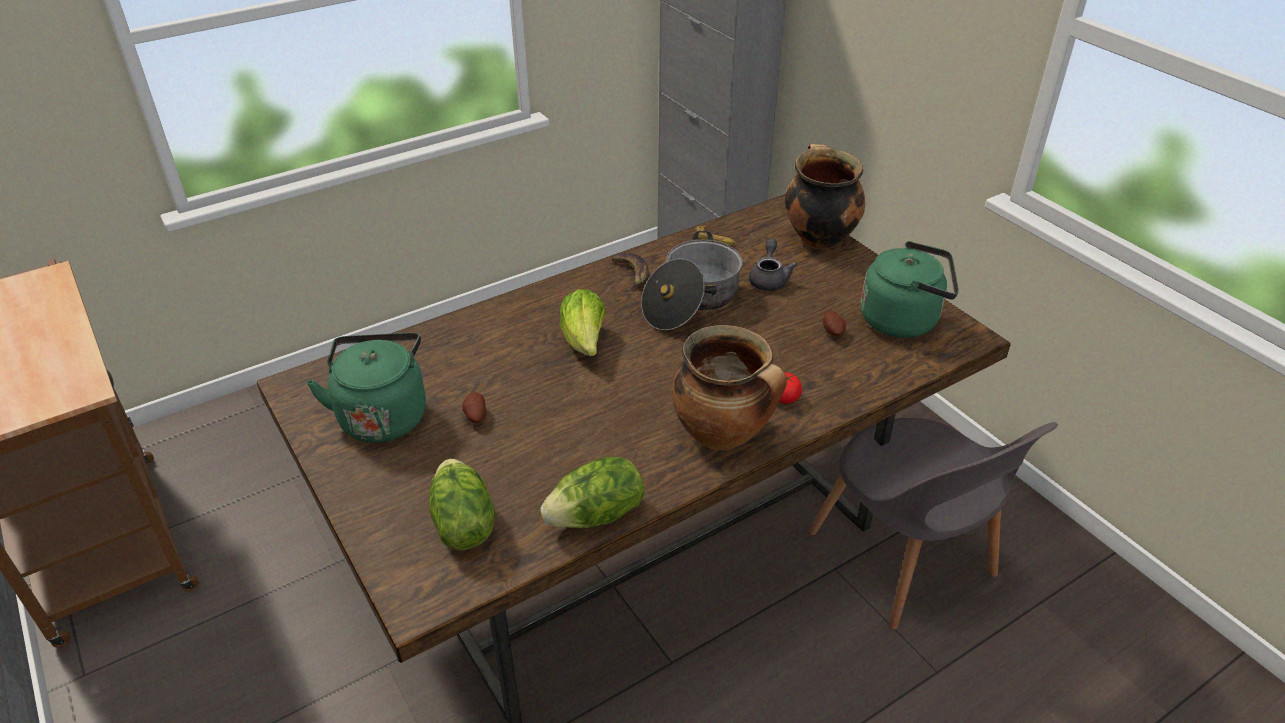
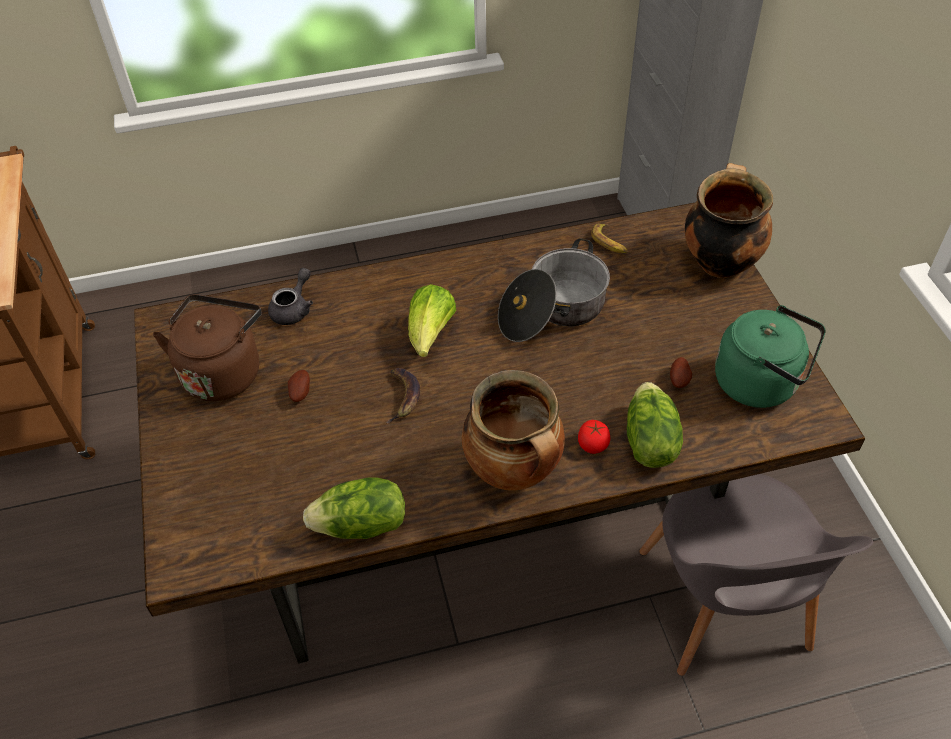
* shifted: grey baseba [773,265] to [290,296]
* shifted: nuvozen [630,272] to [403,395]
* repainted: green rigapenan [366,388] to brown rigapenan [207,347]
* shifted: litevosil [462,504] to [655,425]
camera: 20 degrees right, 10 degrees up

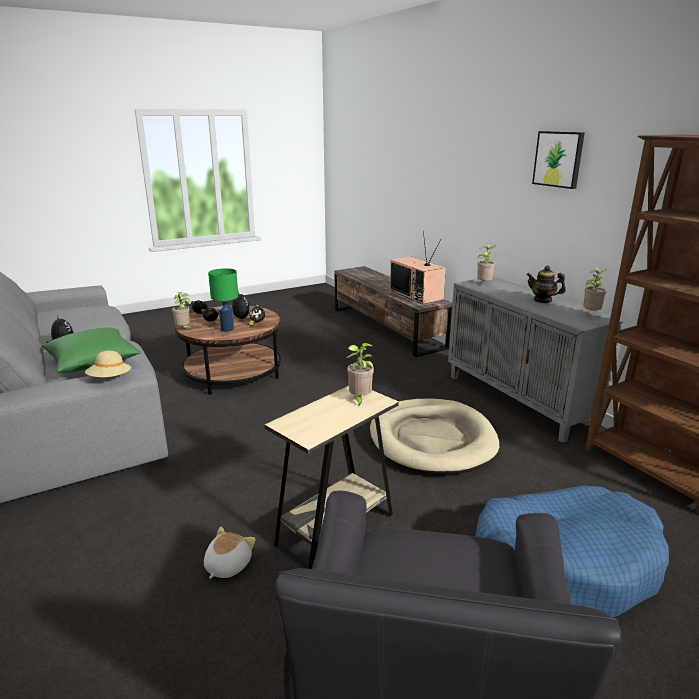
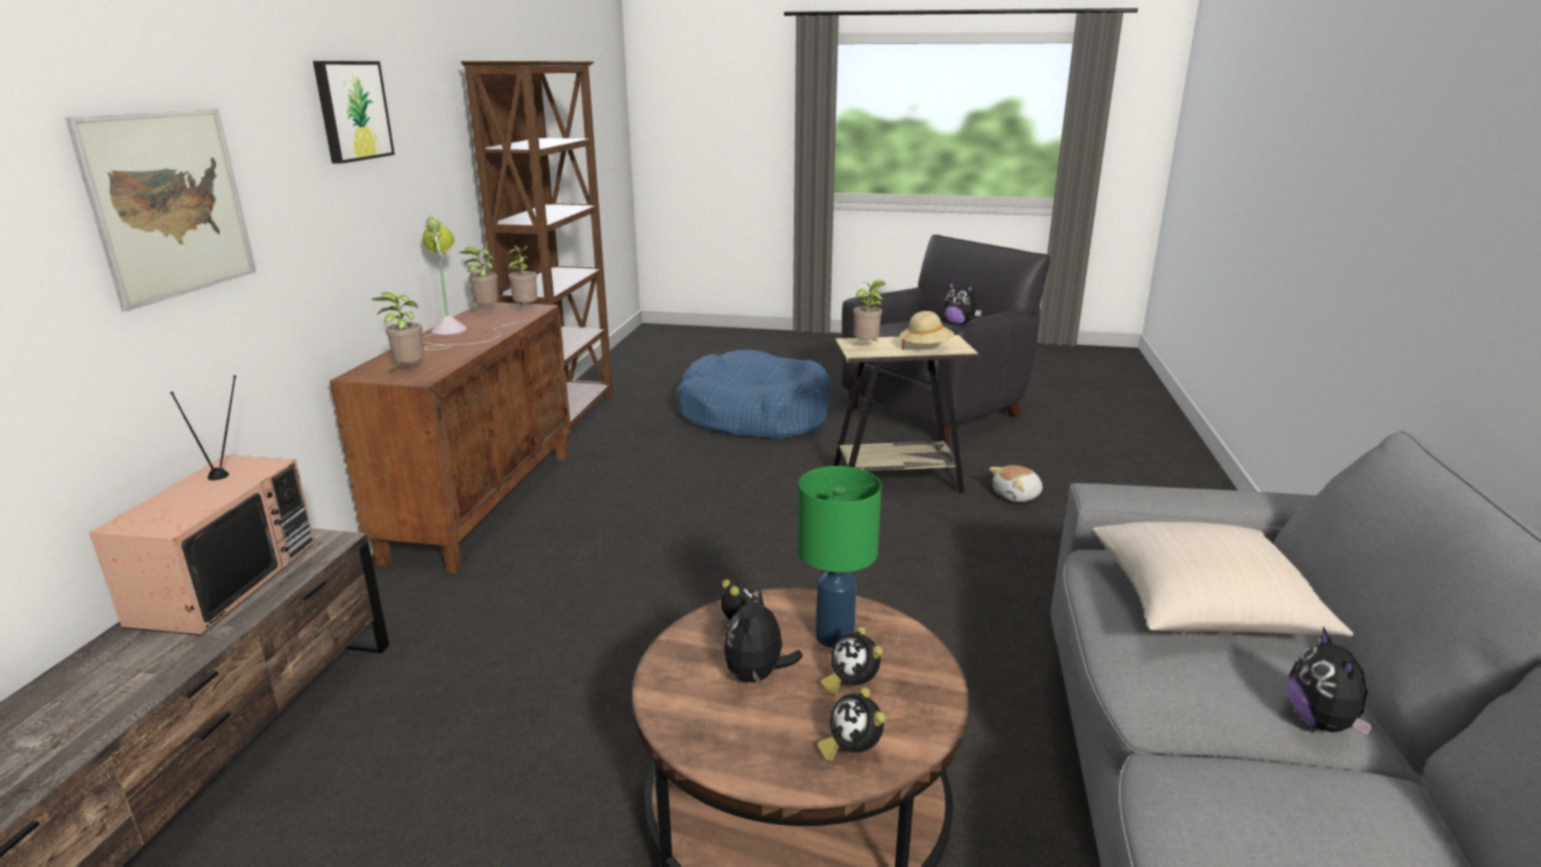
* swapped: baseba [546,284] to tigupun [471,282]
* repainted: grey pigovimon [537,360] to brown pigovimon [450,437]
* shifted: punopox [182,311] to [522,275]
* repainted: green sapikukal [91,350] to beige sapikukal [1223,579]
* shifted: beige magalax [108,364] to [927,330]
* gone: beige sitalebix [434,436]
* new: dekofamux [160,210]
* new: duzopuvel [962,303]
camera: 140 degrees left, 0 degrees up

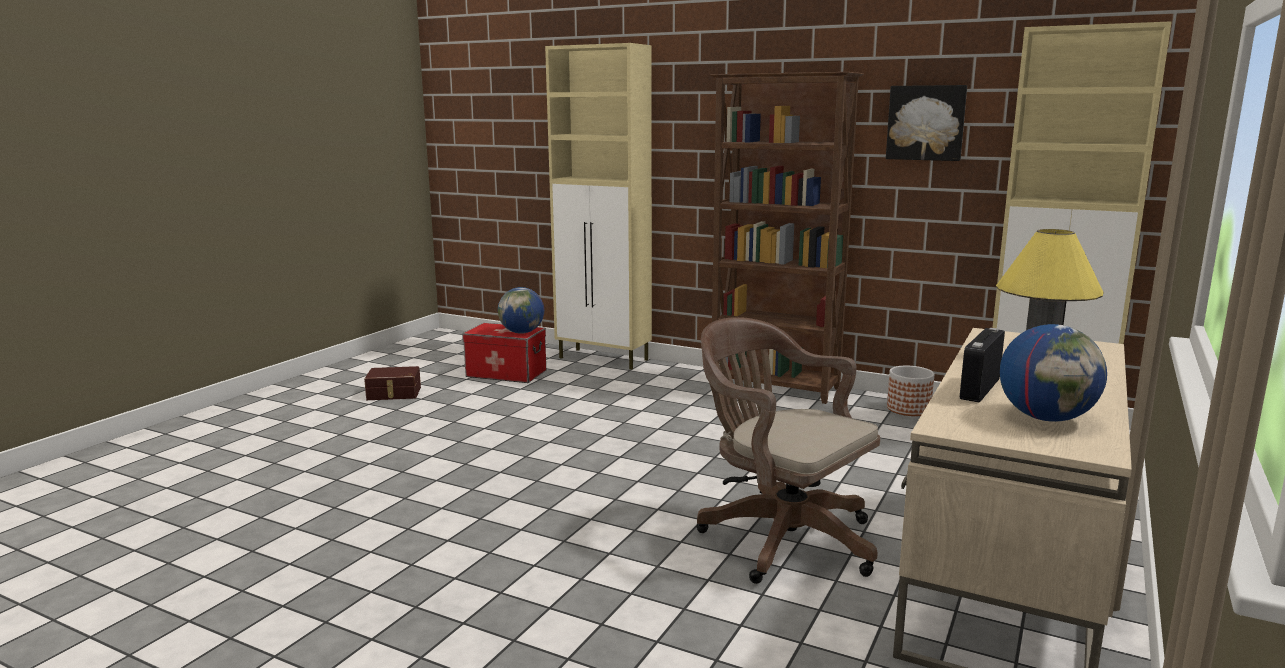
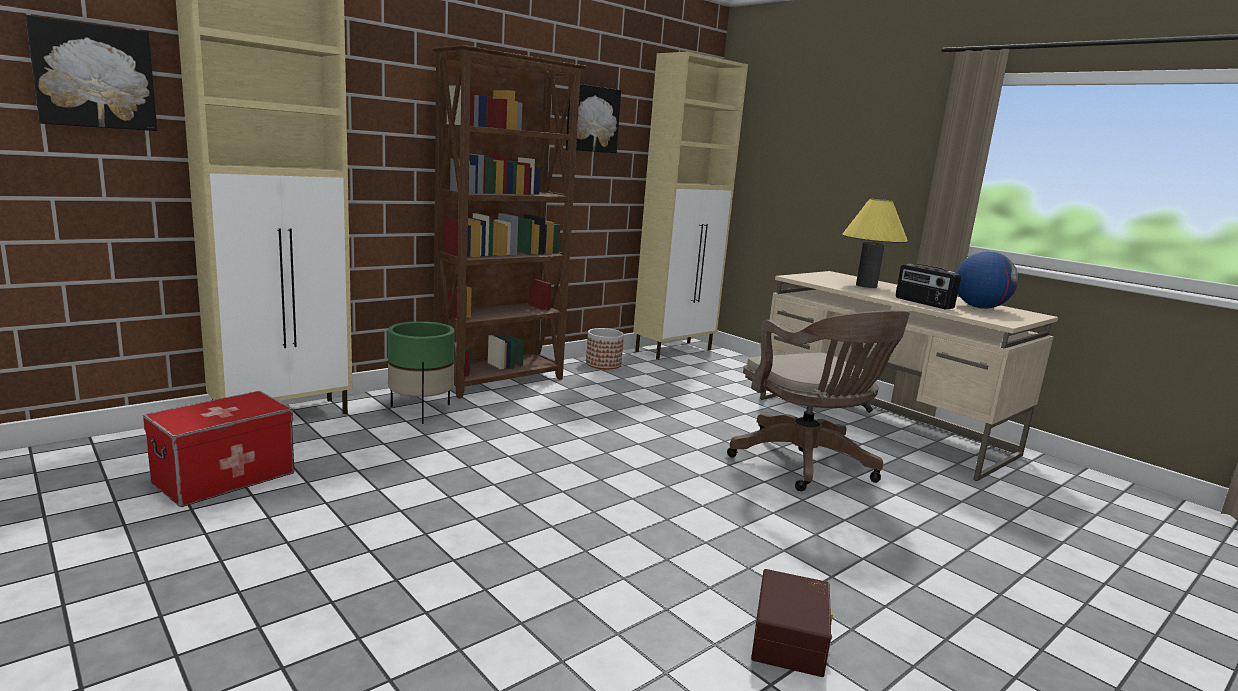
* gone: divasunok [521,310]
* rotated: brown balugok [788,450] = [818,400] 90 degrees counterclockwise
* shifted: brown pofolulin [392,383] to [792,623]
* new: dekofamux [91,73]
* new: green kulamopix [421,372]
camera: 70 degrees left, 0 degrees up

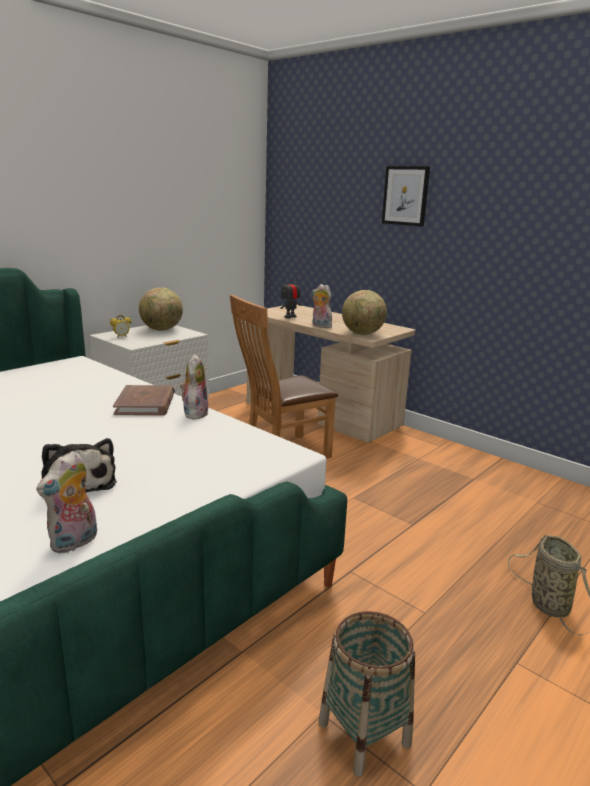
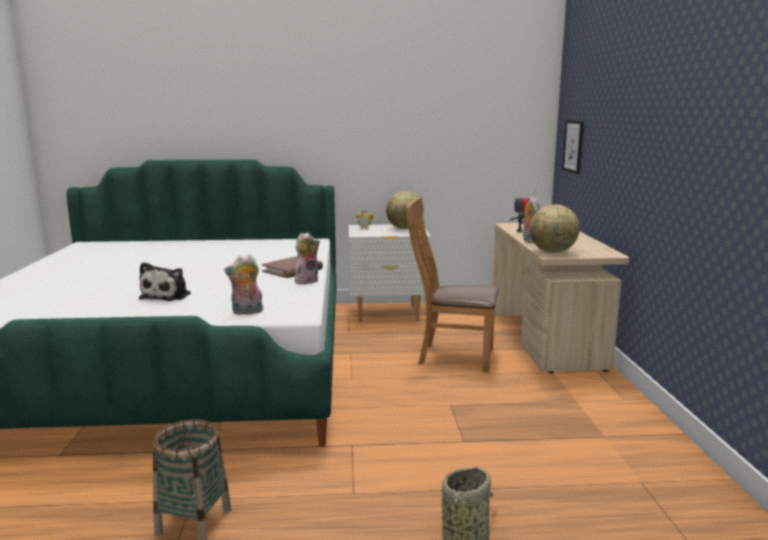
* shifted: dekofamux [406,196] to [573,147]
* shifted: duzopuvel [66,502] to [243,284]
camera: 45 degrees right, 5 degrees down

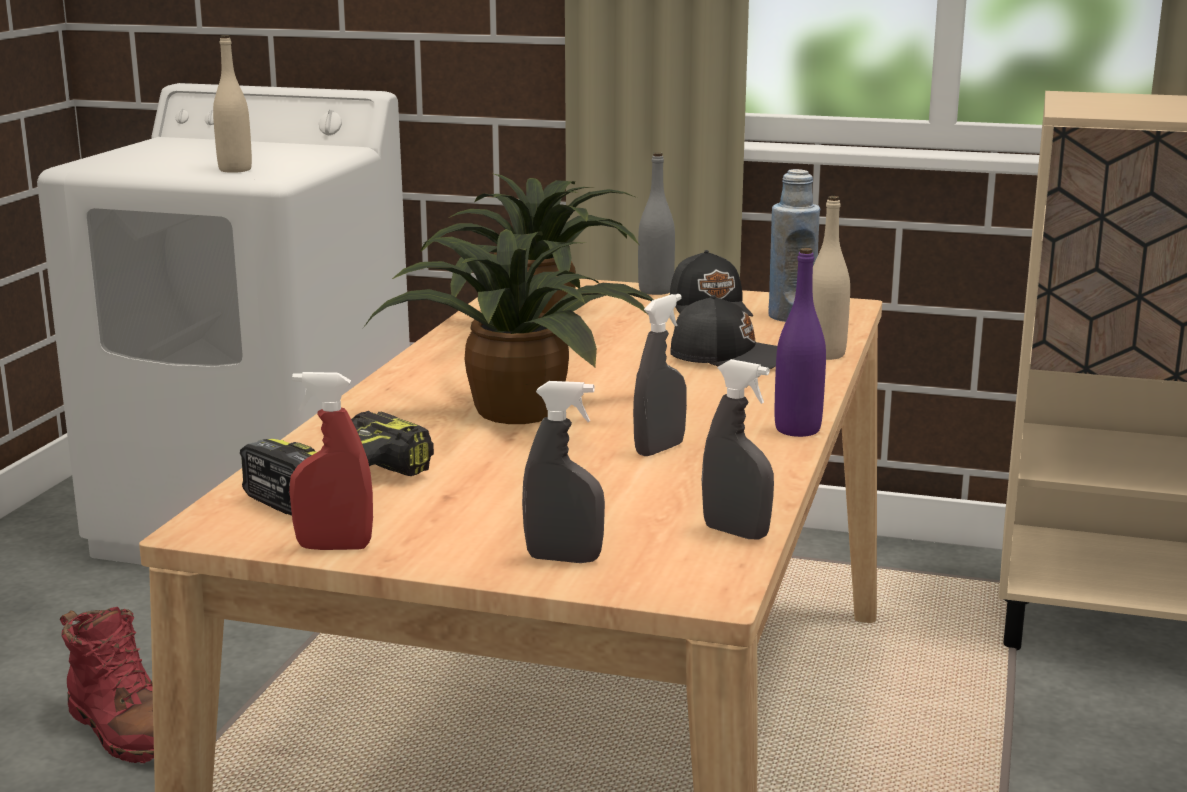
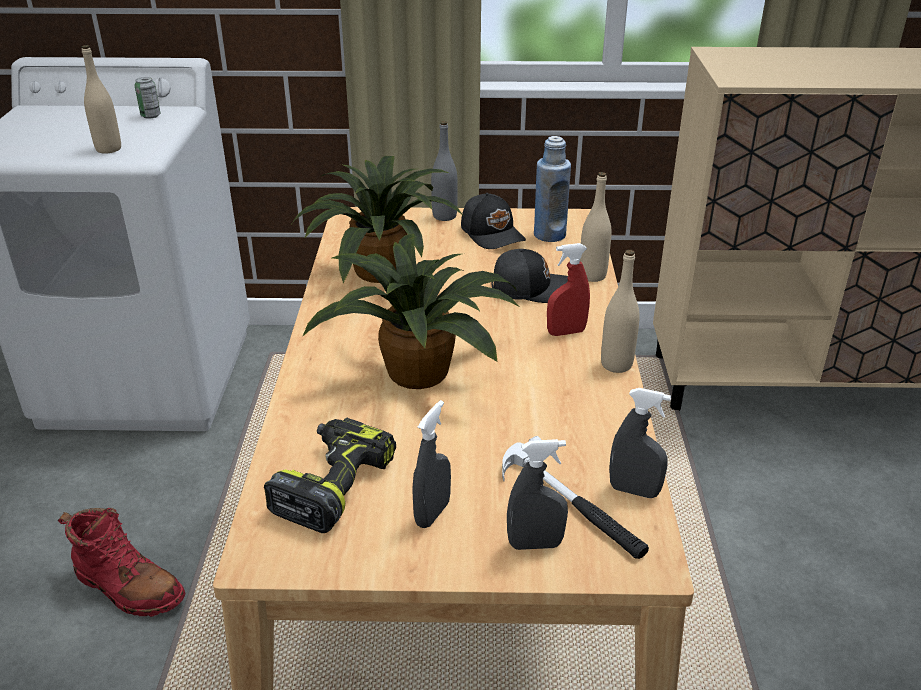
* repainted: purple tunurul [800,342] to beige tunurul [620,311]
* shifted: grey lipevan [660,375] to [431,464]
* shifted: red lipevan [331,461] to [568,289]
* new: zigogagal [147,98]
* new: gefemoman [575,497]
camera: 15 degrees left, 15 degrees up

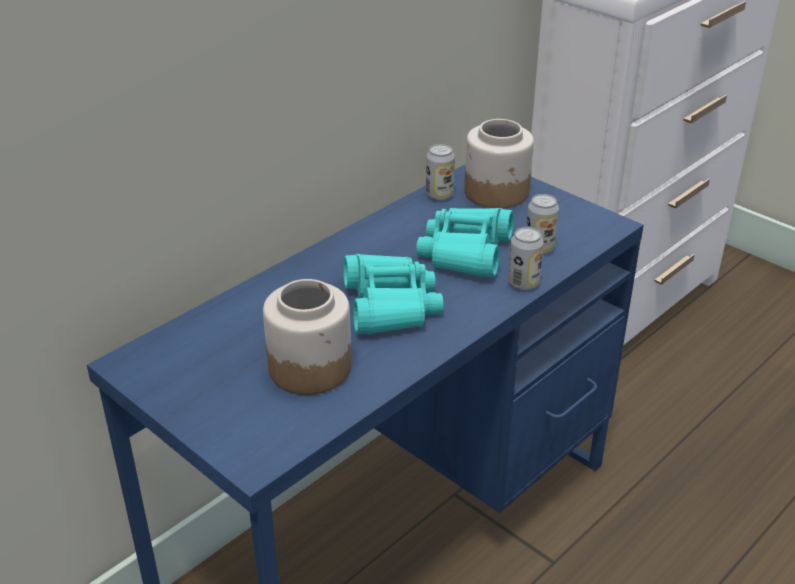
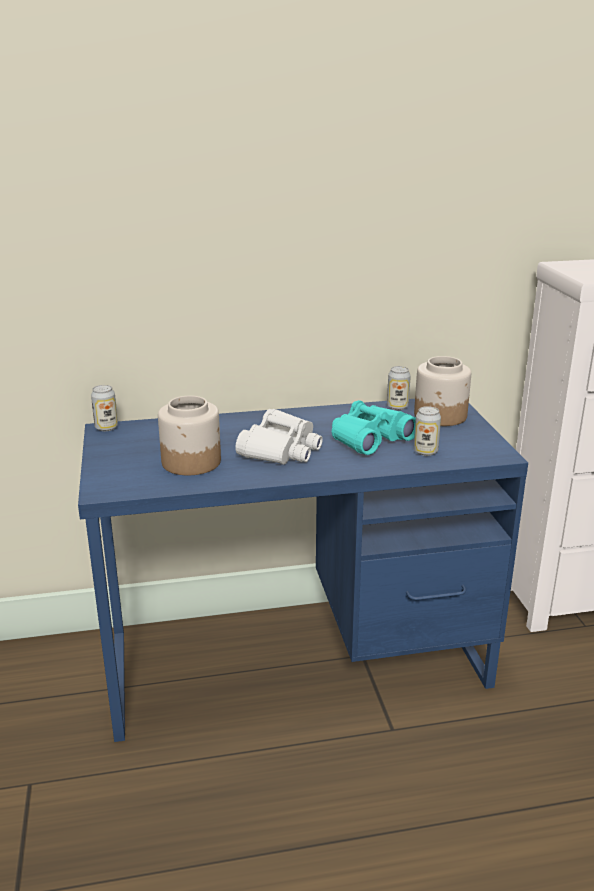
* shifted: zigogagal [526,258] to [104,408]
* repainted: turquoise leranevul [393,294] to white leranevul [279,437]
camera: 35 degrees right, 10 degrees down

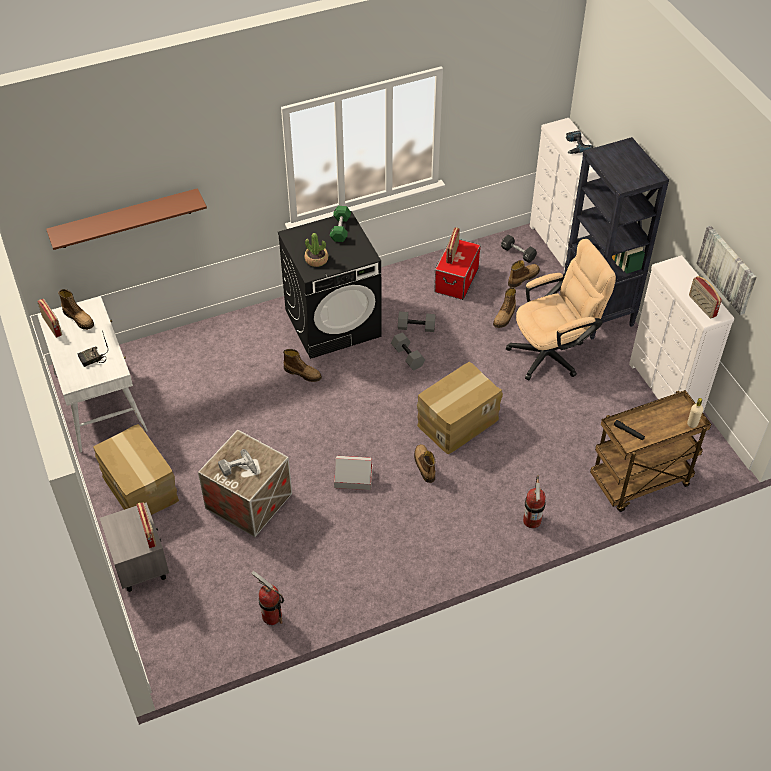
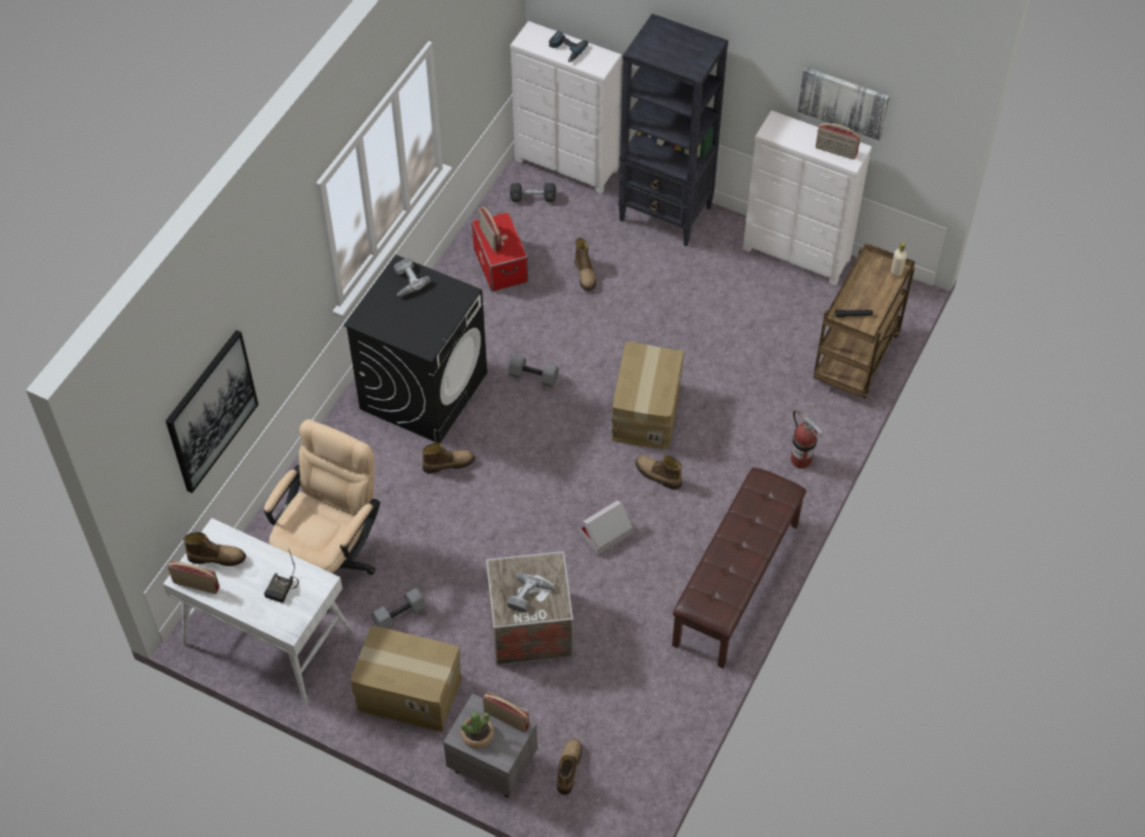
* swapped: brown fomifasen [126,219] to dekofamux [212,411]
* swapped: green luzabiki [340,224] to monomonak [412,276]
* shifted: punopox [316,250] to [477,730]
* shifted: beige balugok [561,309] to [322,515]
* shifted: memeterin [524,274] to [569,766]
* shifted: grey luzabiki [416,321] to [399,608]
* gone: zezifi [267,598]
* new: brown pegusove [739,567]
camera: 40 degrees left, 5 degrees up

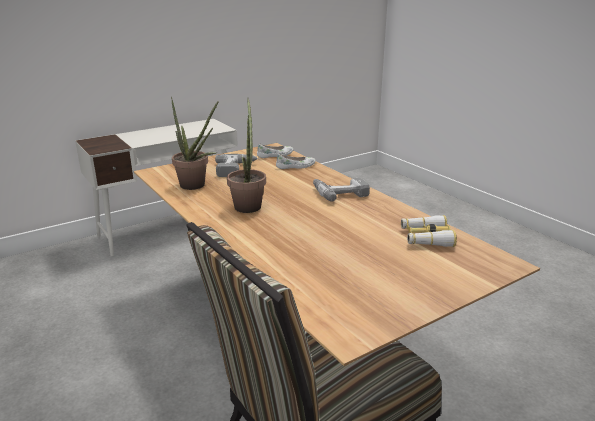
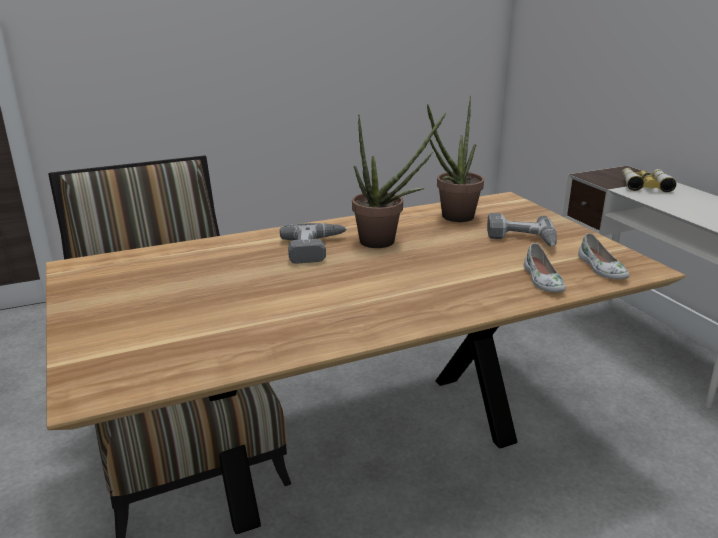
* shifted: monomonak [341,189] to [313,243]
* shifted: leranevul [429,231] to [649,180]
camera: 100 degrees right, 0 degrees up

